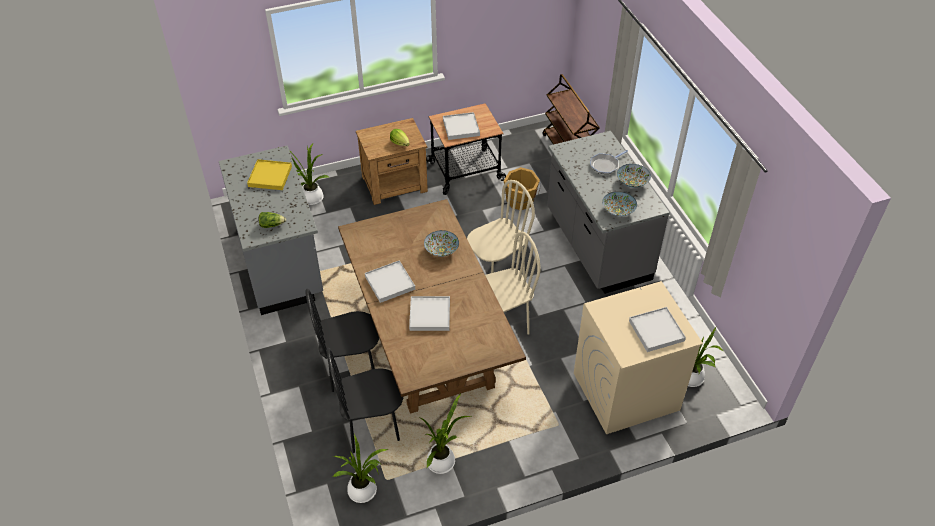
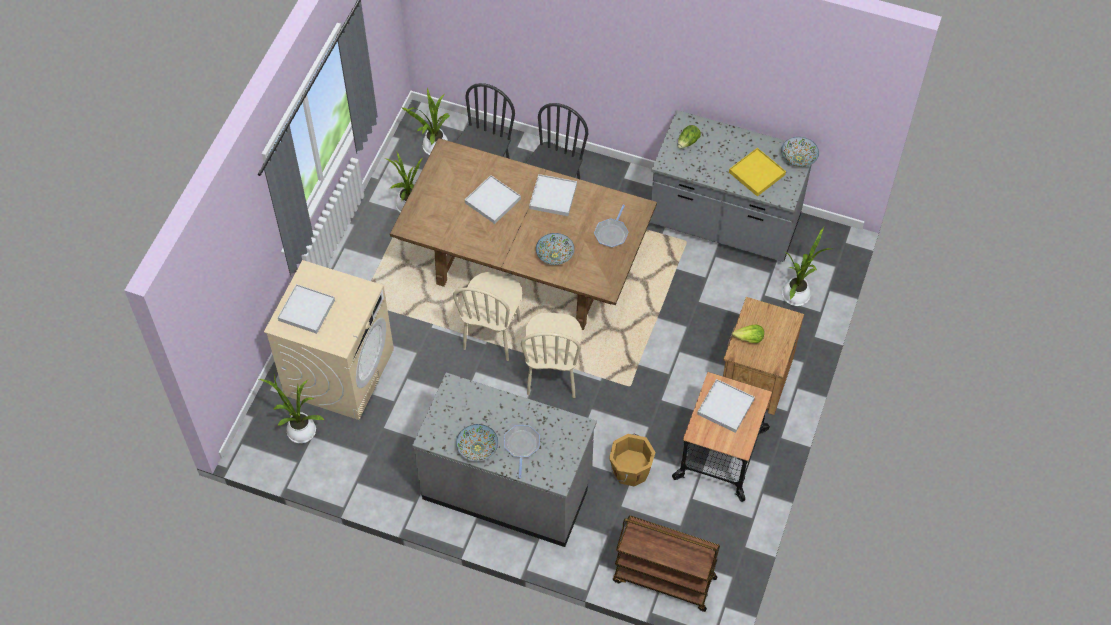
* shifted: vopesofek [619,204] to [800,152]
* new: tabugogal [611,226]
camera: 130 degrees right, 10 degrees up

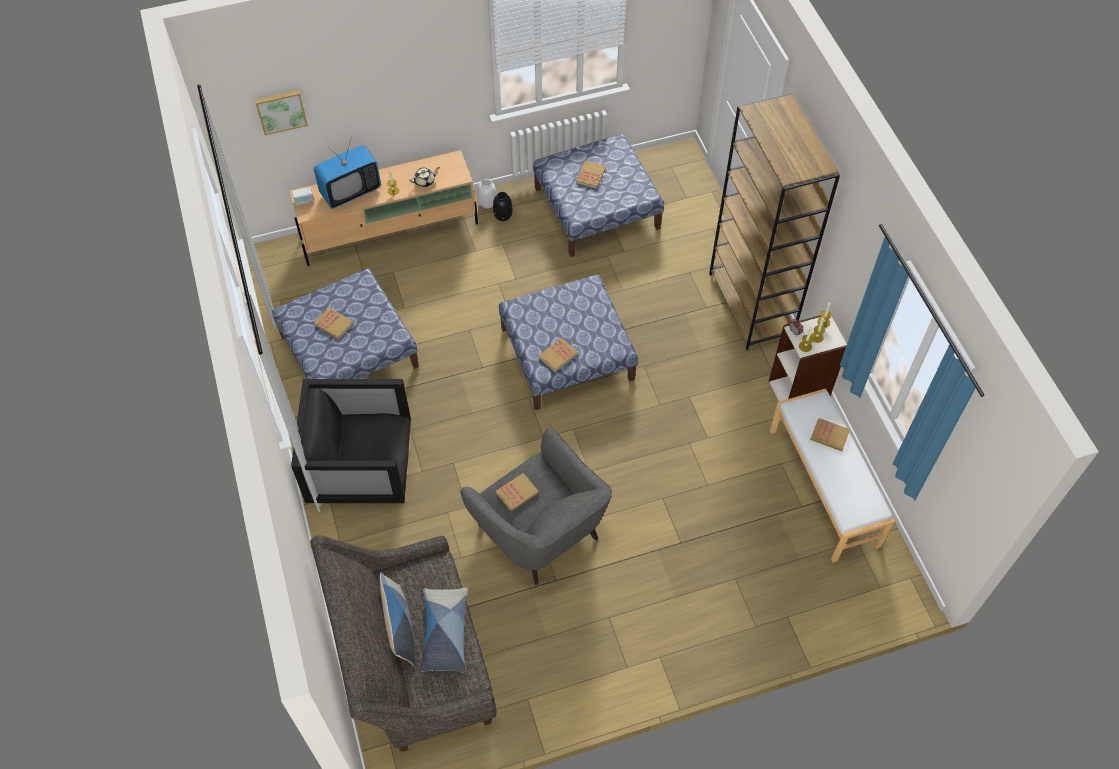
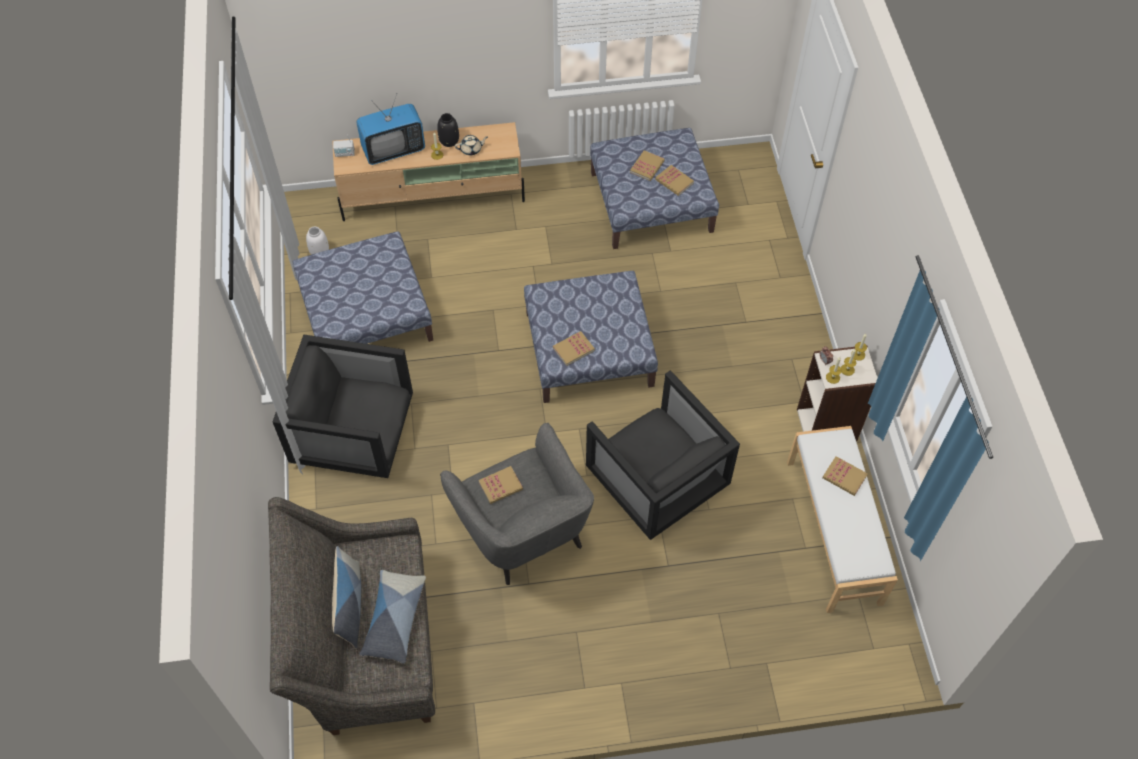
* gone: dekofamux [281,113]
* gone: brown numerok [774,221]
* shifted: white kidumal [487,193] to [317,241]
* shifted: black kidumal [502,206] to [448,130]
* shifted: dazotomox [334,324] to [674,180]
* new: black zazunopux [663,455]
camera: 10 degrees right, 0 degrees up

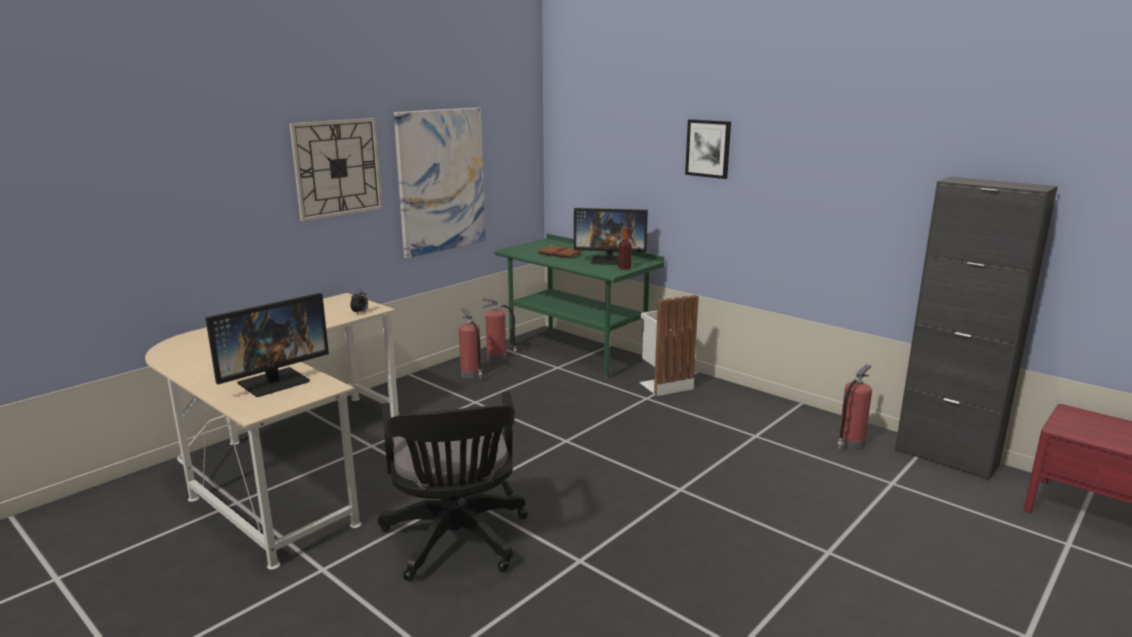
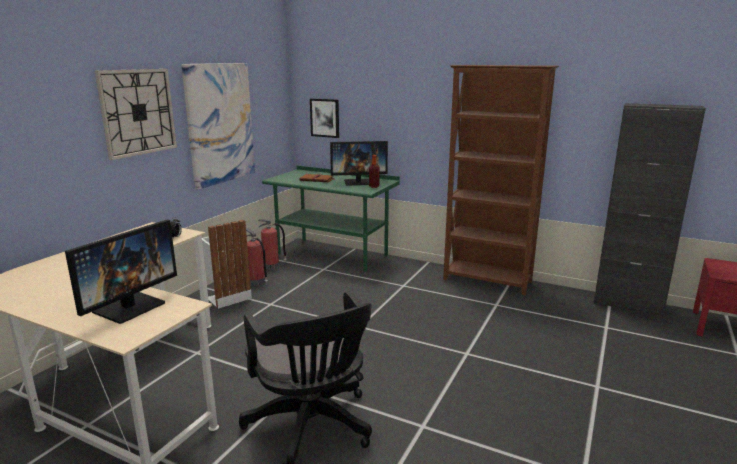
* shifted: dekofamux [708,149] to [324,118]
* shifted: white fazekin [669,345] to [227,264]
* gone: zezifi [854,407]
* new: brown numerok [501,180]
camera: 15 degrees left, 0 degrees up

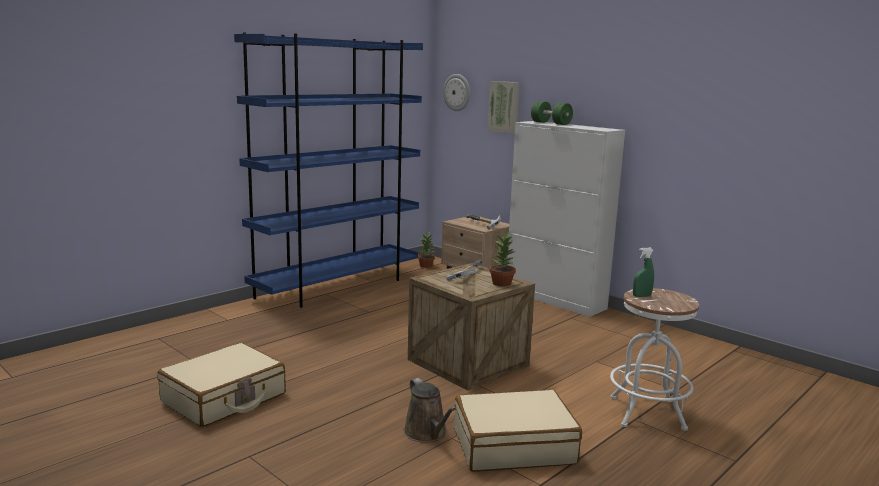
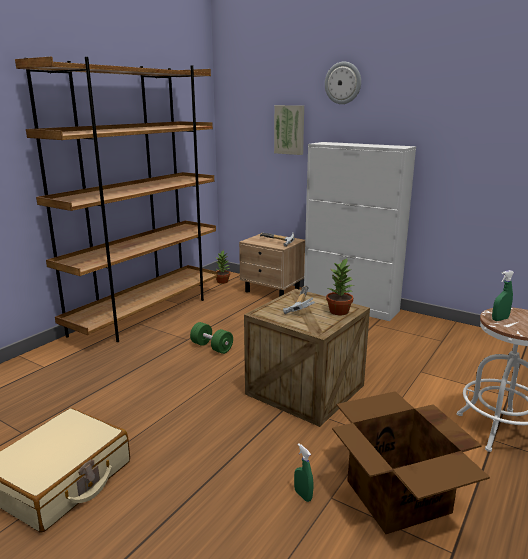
* repainted: blue numerok [328,170] to brown numerok [116,199]
* shifted: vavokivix [456,92] to [343,83]
* shifted: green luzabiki [552,113] to [211,338]
* swapped: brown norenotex [430,410] to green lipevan [303,472]
* swapped: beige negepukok [518,430] to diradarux [411,462]
camera: 10 degrees left, 5 degrees up

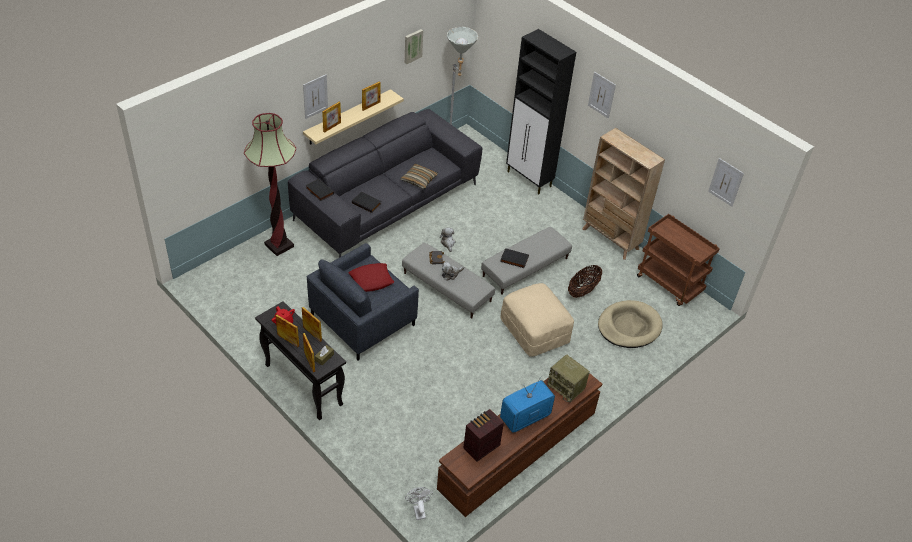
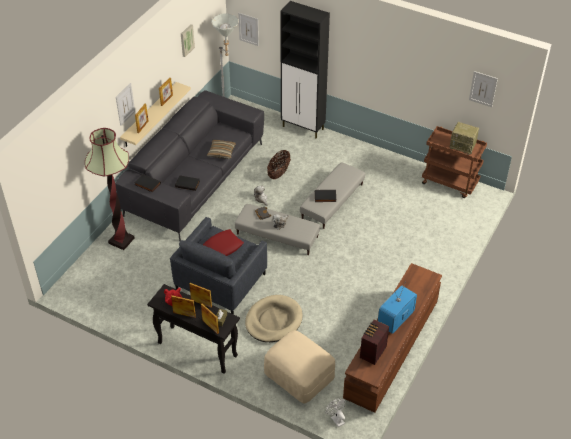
* shifted: dekofamux [602,95] to [248,29]
* gone: beige numerok [623,194]
* shifted: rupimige [585,281] to [278,164]
* shifted: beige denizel [537,320] to [299,367]
* shifted: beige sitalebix [630,324] to [274,318]
* shifted: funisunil [568,378] to [464,138]
camera: 15 degrees left, 0 degrees up

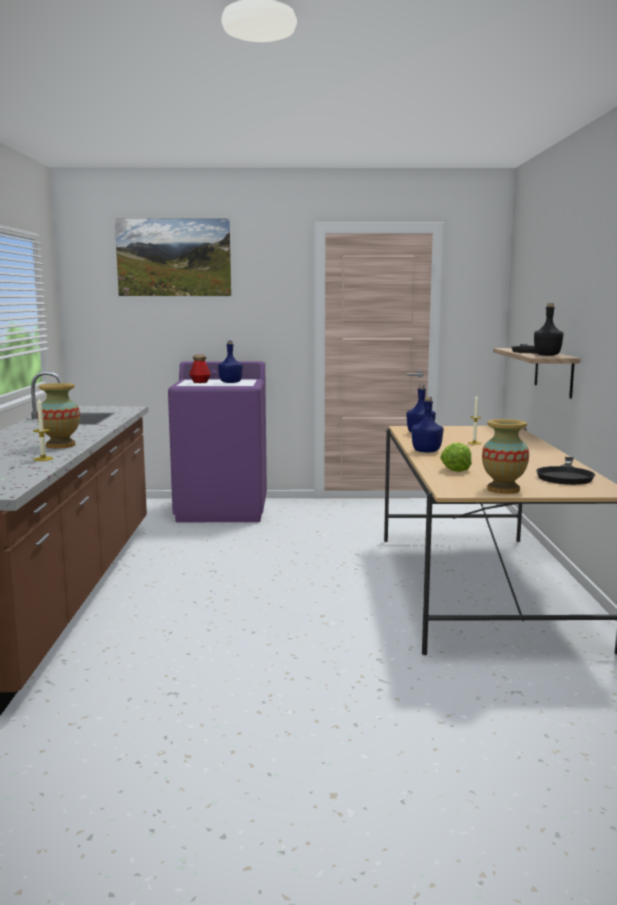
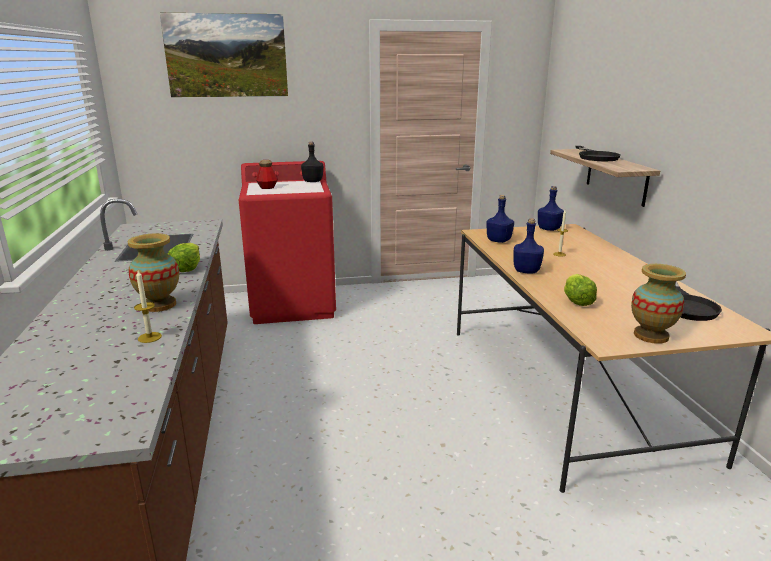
* shifted: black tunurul [548,329] to [312,161]
* shifted: blue tunurul [230,362] to [551,208]
* repainted: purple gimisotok [217,441] to red gimisotok [287,242]
* new: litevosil [184,257]
camera: 10 degrees left, 10 degrees up

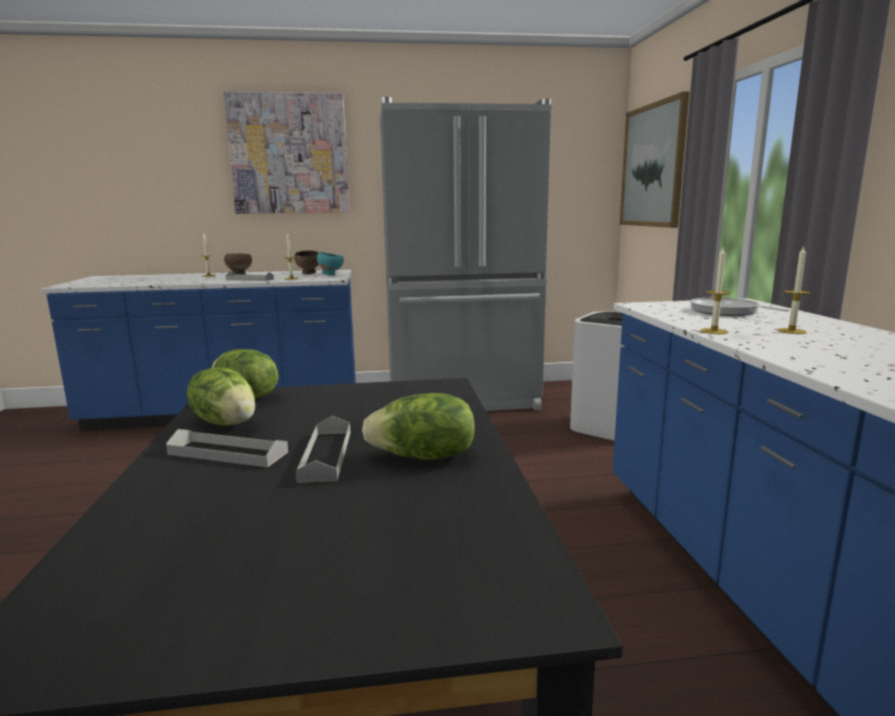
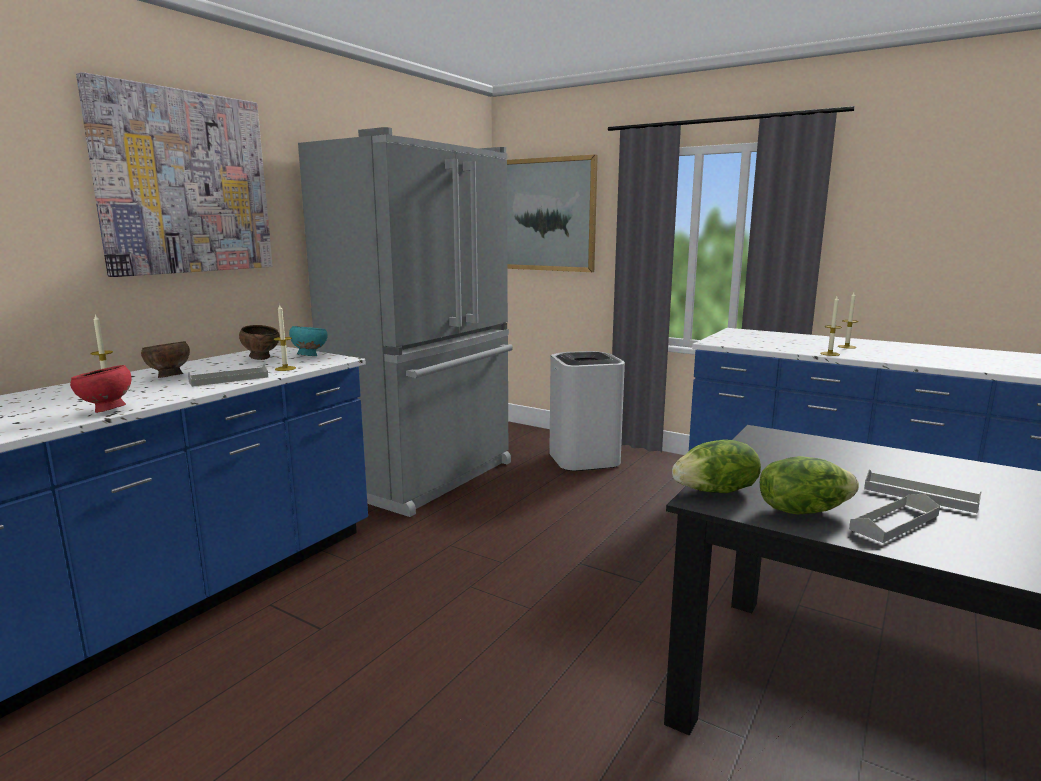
* gone: tabugogal [740,307]
* gone: litevosil [418,426]
* new: red vopesofek [101,389]
camera: 50 degrees left, 0 degrees up

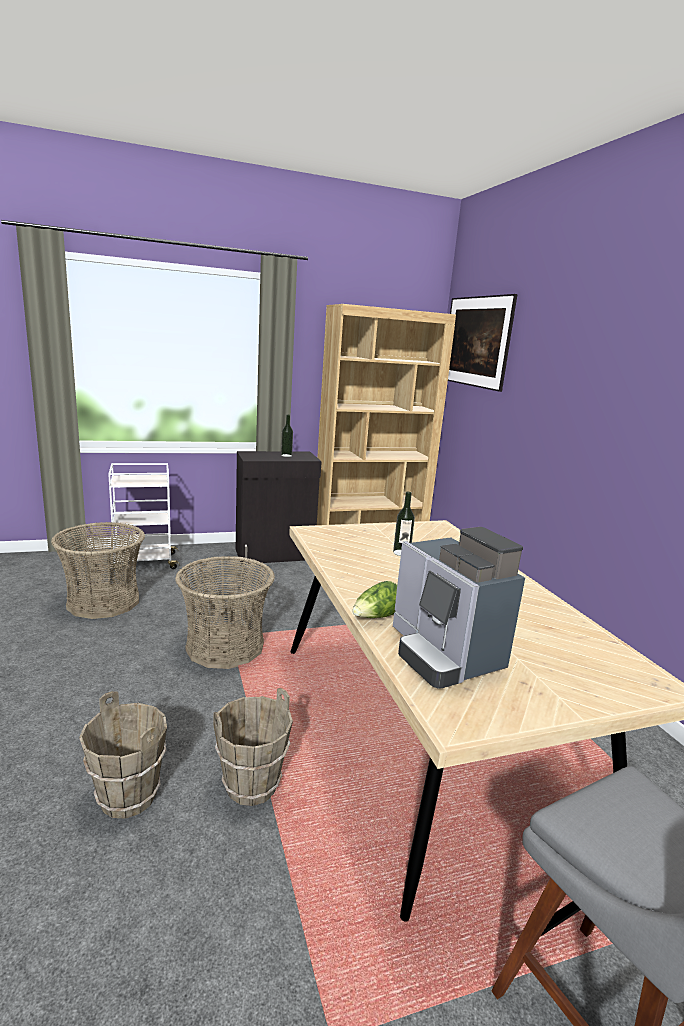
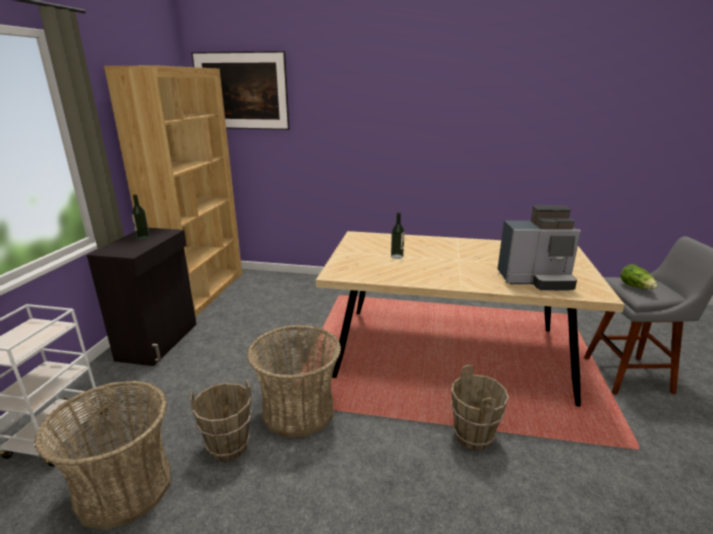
* shifted: litevosil [374,599] to [639,276]
* shifted: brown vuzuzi [123,754] to [221,420]
camera: 60 degrees left, 5 degrees up

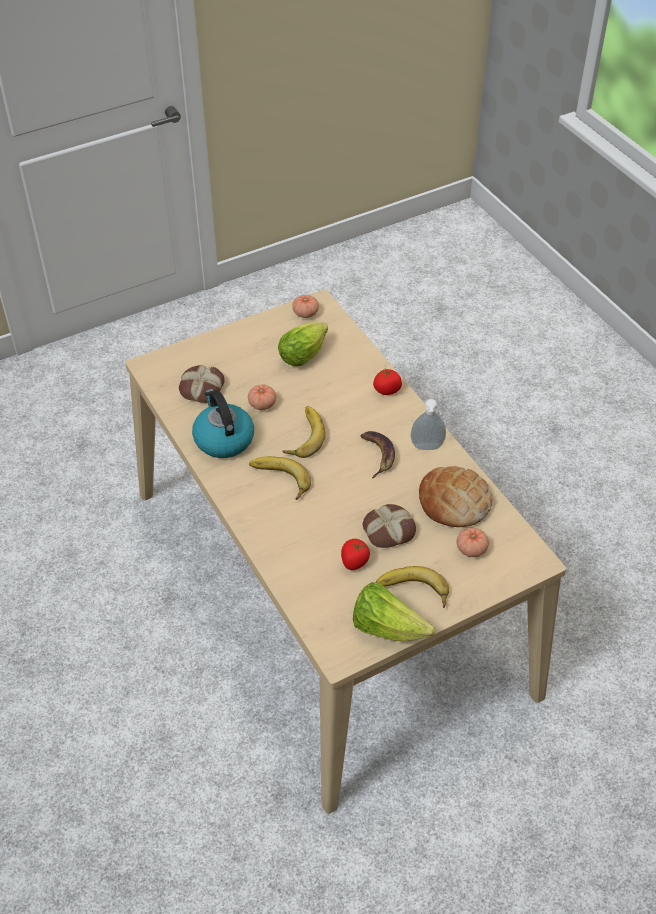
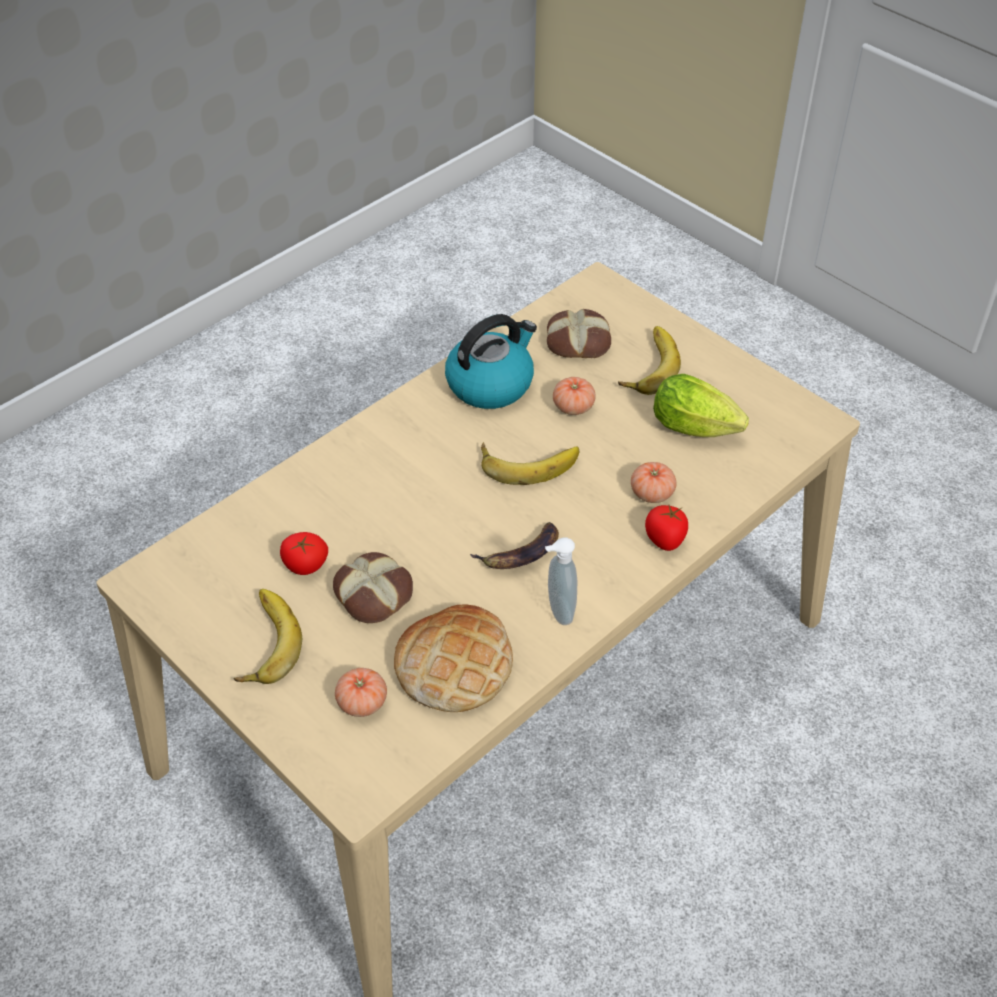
* shifted: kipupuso [305,306] to [653,482]
* shifted: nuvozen [280,478] to [649,360]
* gone: litevosil [394,611]
camera: 75 degrees right, 0 degrees up

